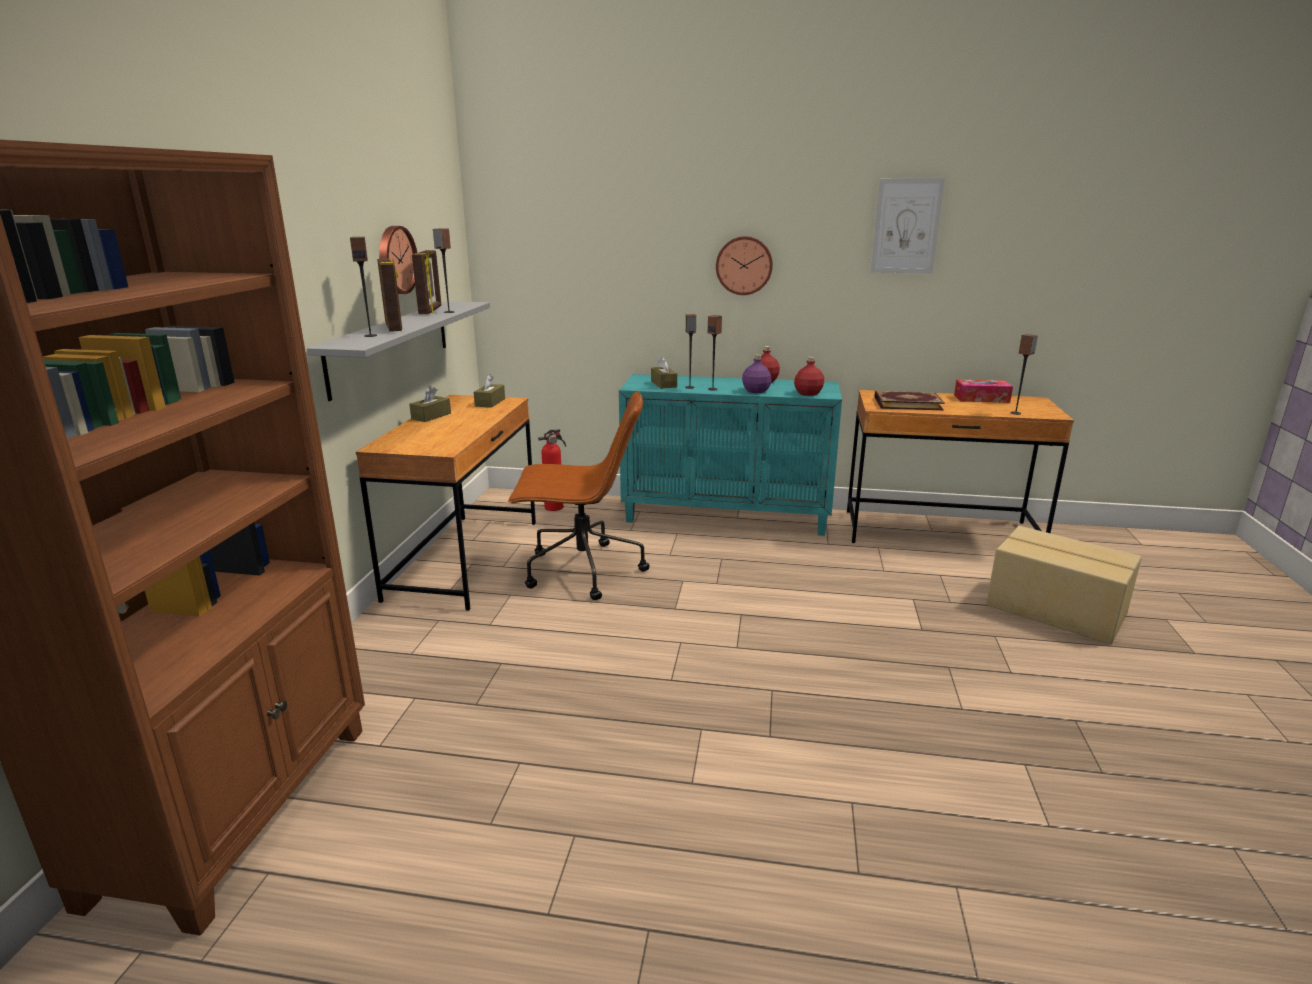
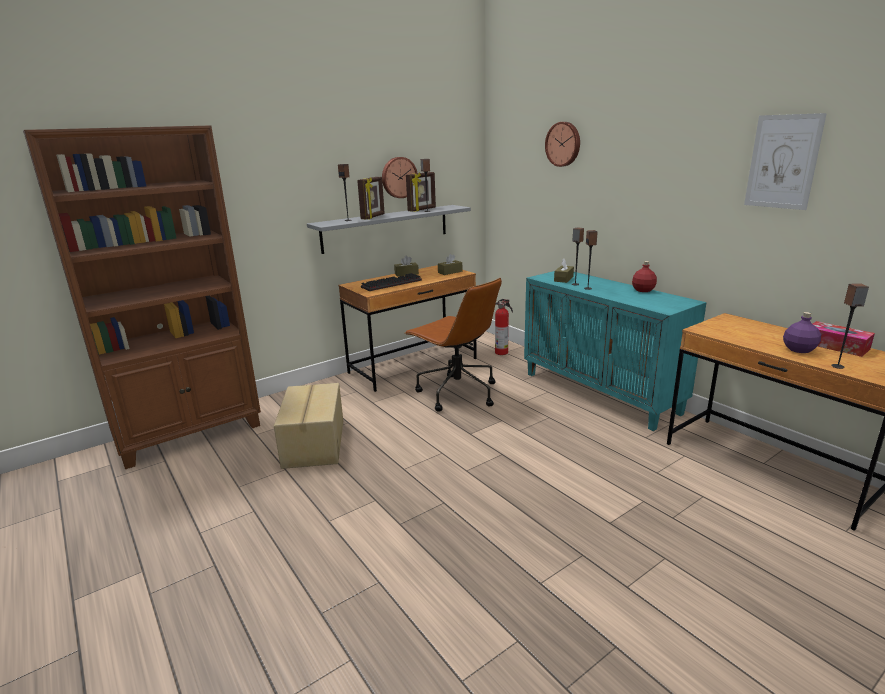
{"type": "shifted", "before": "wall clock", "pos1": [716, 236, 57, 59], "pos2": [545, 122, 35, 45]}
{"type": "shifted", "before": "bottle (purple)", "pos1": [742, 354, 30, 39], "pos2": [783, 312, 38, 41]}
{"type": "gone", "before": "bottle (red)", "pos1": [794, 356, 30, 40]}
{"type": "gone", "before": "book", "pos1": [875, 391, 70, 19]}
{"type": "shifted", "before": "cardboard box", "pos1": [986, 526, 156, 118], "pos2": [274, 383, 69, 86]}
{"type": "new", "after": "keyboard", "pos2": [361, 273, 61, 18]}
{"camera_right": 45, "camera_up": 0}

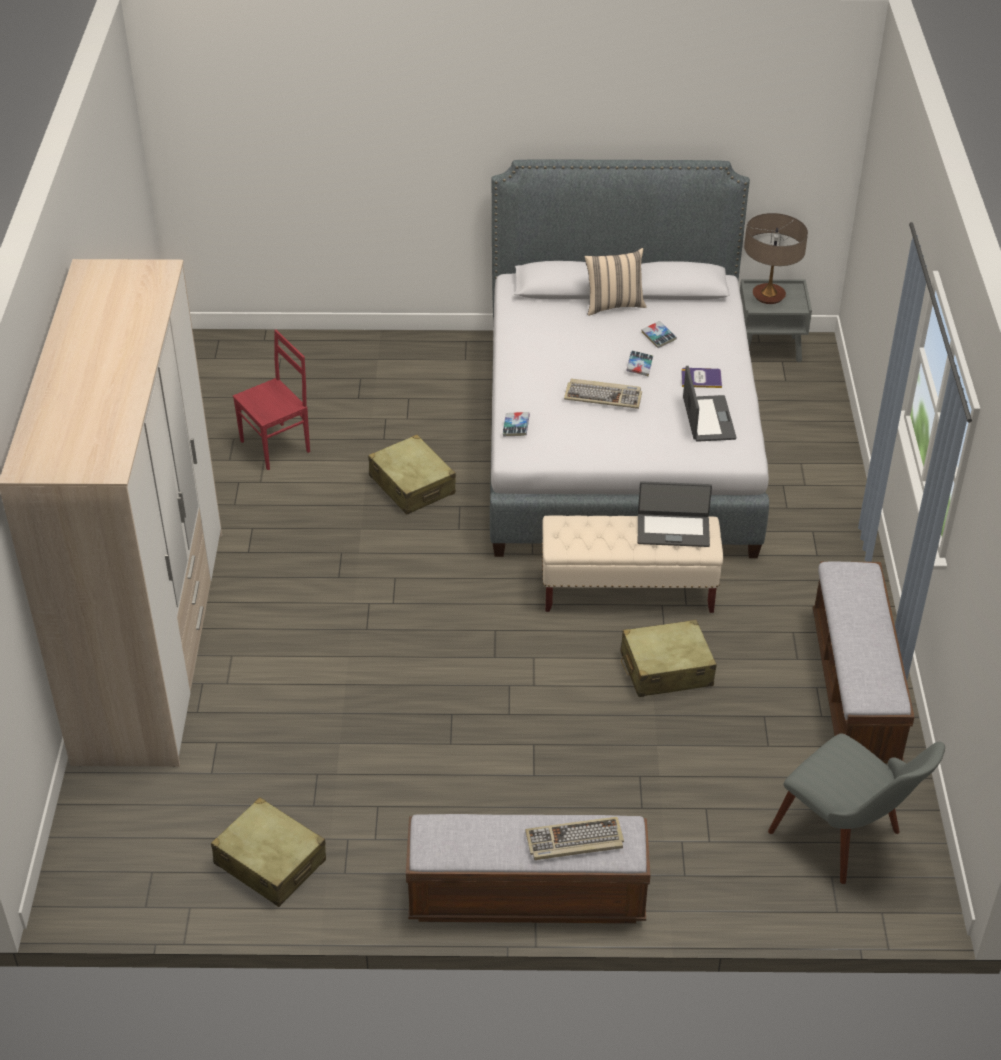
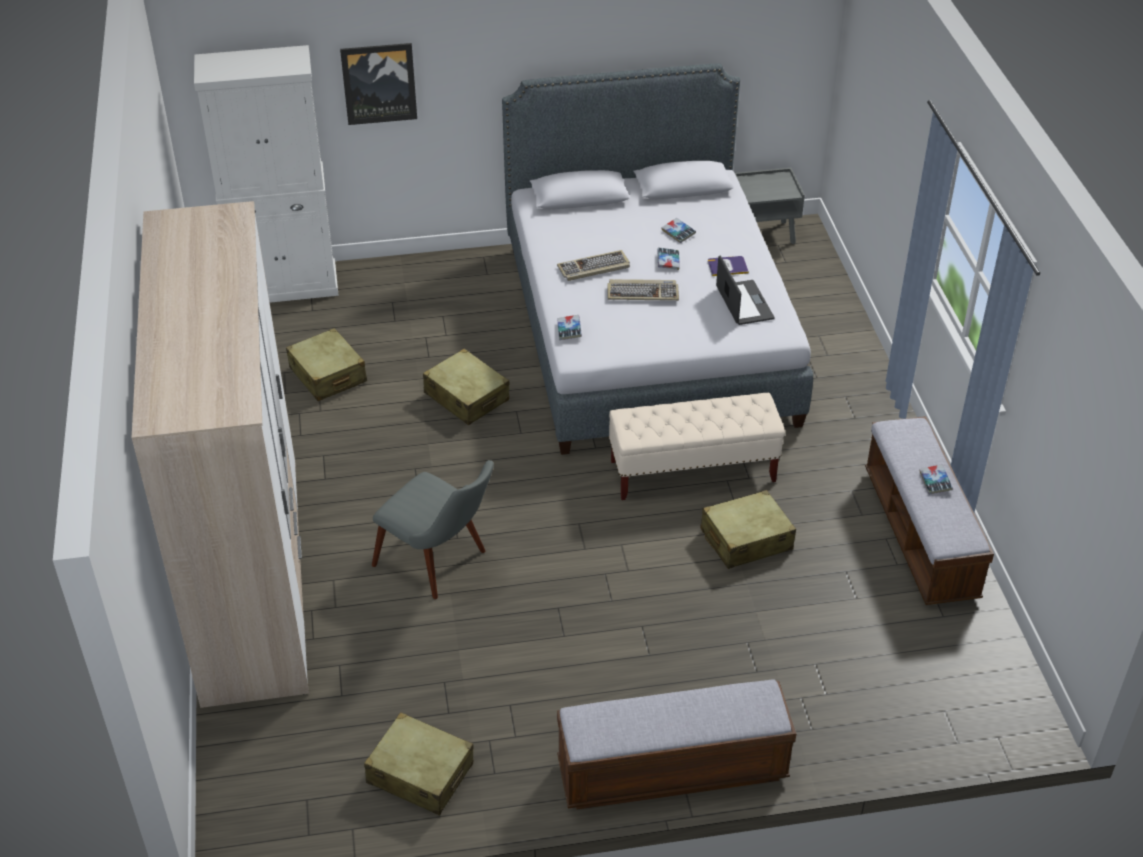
{"type": "gone", "before": "table lamp", "pos1": [744, 213, 64, 91]}
{"type": "gone", "before": "pillow (beige)", "pos1": [584, 248, 63, 68]}
{"type": "swapped", "before": "chair (red)", "after": "suitcase (beige)", "pos1": [233, 330, 77, 140], "pos2": [286, 328, 81, 73]}
{"type": "gone", "before": "laptop", "pos1": [638, 481, 74, 66]}
{"type": "shifted", "before": "chair (grey)", "pos1": [768, 733, 177, 151], "pos2": [372, 460, 122, 139]}
{"type": "shifted", "before": "keyboard", "pos1": [525, 817, 99, 43], "pos2": [557, 250, 73, 31]}
{"type": "new", "after": "picture", "pos2": [340, 43, 77, 82]}
{"type": "new", "after": "cabinet (white)", "pos2": [194, 45, 145, 258]}
{"type": "new", "after": "book", "pos2": [920, 464, 33, 31]}
{"camera_right": -10, "camera_up": 0}

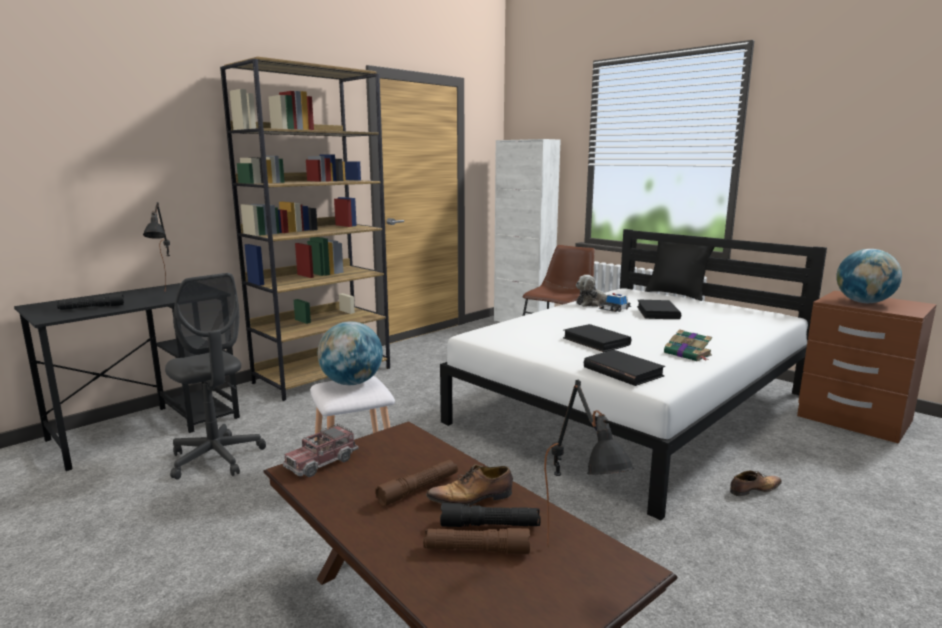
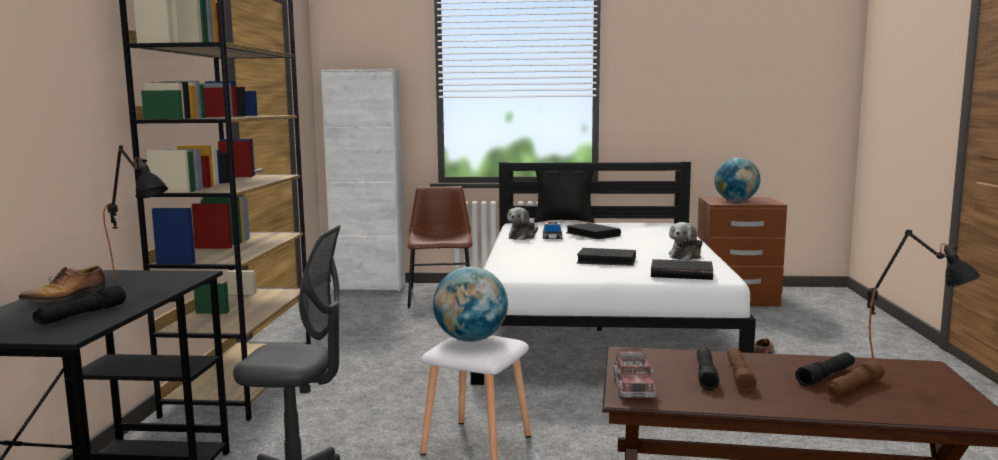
{"type": "swapped", "before": "book", "after": "plush toy", "pos1": [664, 329, 48, 33], "pos2": [669, 222, 34, 39]}
{"type": "shifted", "before": "shoe", "pos1": [426, 464, 87, 42], "pos2": [18, 266, 87, 36]}
{"type": "new", "after": "flashlight (black)", "pos2": [697, 347, 22, 43]}
{"camera_right": -40, "camera_up": -5}

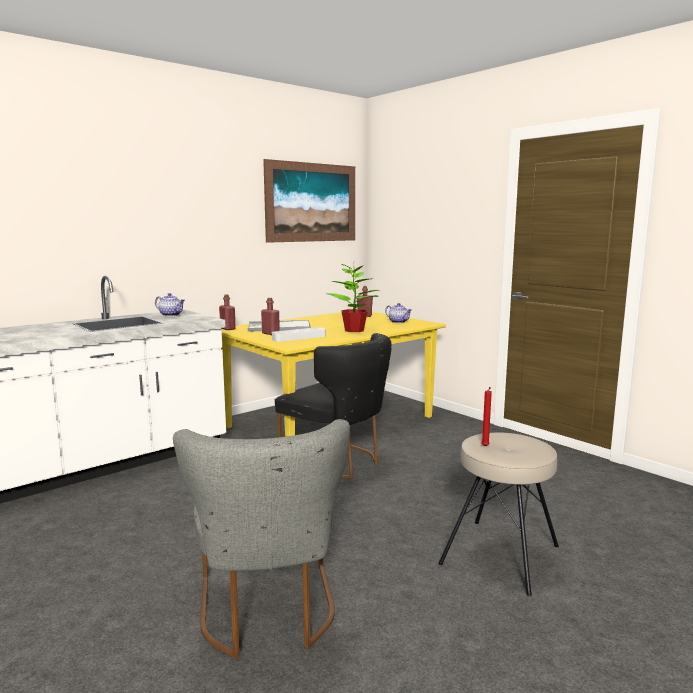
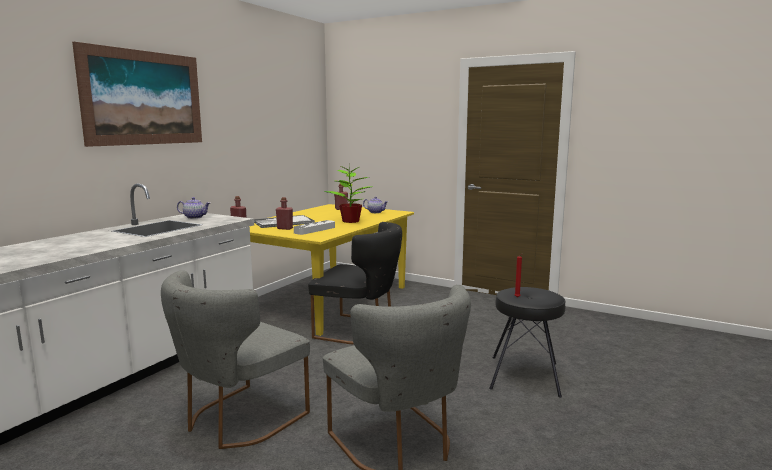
{"type": "shifted", "before": "picture", "pos1": [263, 159, 92, 84], "pos2": [72, 42, 130, 105]}
{"type": "repainted", "before": "stool (beige)", "after": "stool (black)", "pos1": [438, 432, 121, 164], "pos2": [489, 287, 76, 111]}
{"type": "new", "after": "chair (grey)", "pos2": [161, 270, 149, 179]}
{"camera_right": -20, "camera_up": 0}

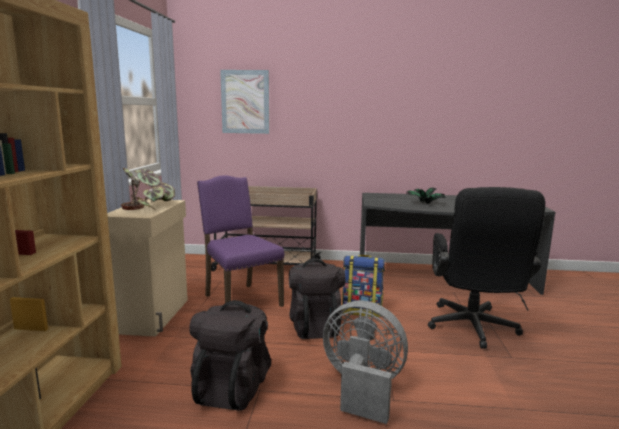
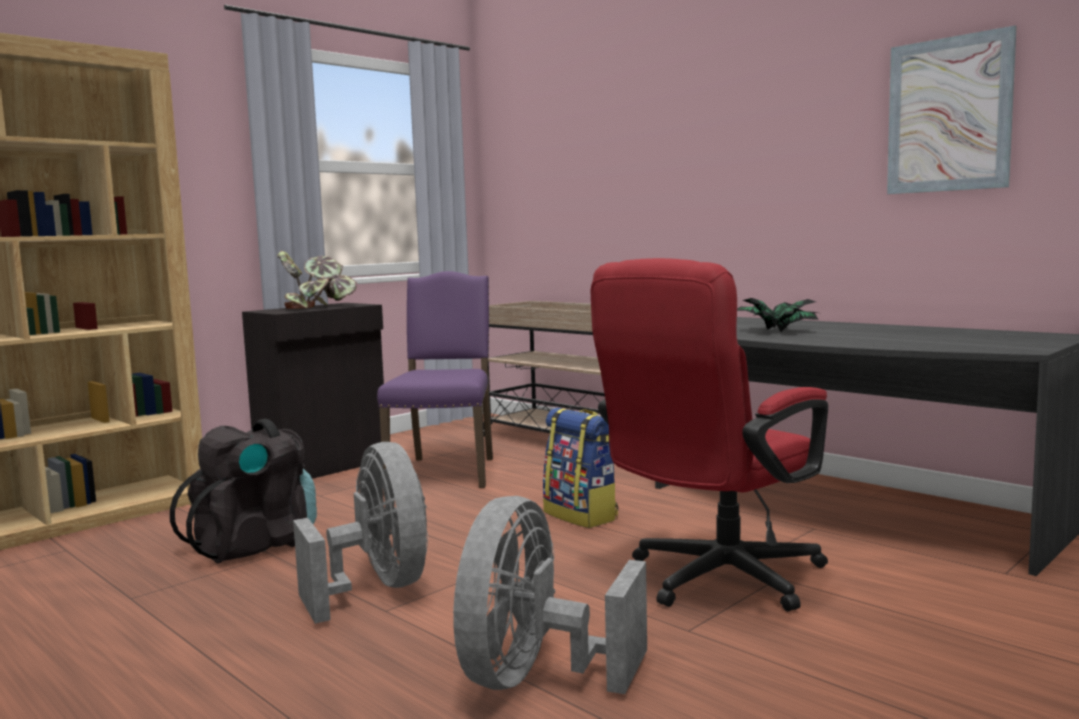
{"type": "shifted", "before": "picture", "pos1": [220, 70, 49, 64], "pos2": [887, 25, 130, 169]}
{"type": "repainted", "before": "office chair (black)", "after": "office chair (red)", "pos1": [428, 187, 117, 162], "pos2": [591, 258, 237, 354]}
{"type": "repainted", "before": "cabinet (beige)", "after": "cabinet (black)", "pos1": [107, 199, 81, 138], "pos2": [242, 303, 142, 176]}
{"type": "gone", "before": "backpack (black)", "pos1": [289, 258, 56, 81]}
{"type": "new", "after": "fan (grey)", "pos2": [453, 496, 194, 198]}
{"camera_right": 40, "camera_up": -5}

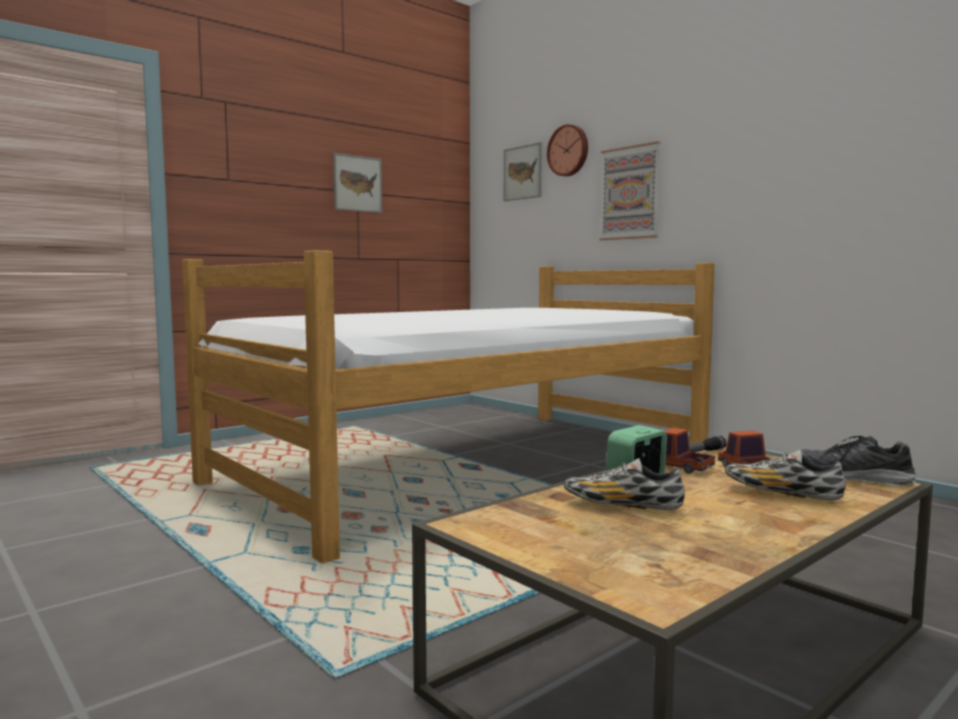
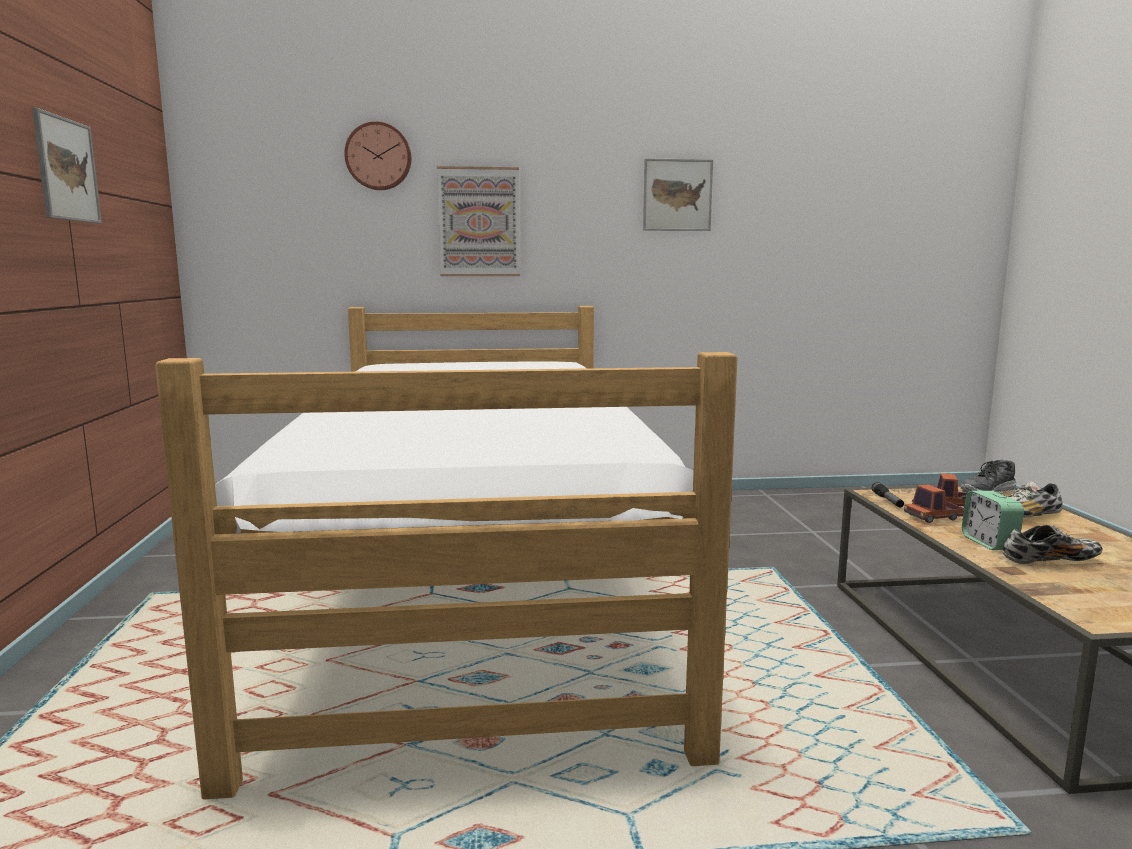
{"type": "shifted", "before": "picture", "pos1": [504, 142, 38, 59], "pos2": [643, 158, 70, 73]}
{"type": "rotated", "before": "shoe", "pos1": [563, 458, 122, 52], "pos2": [1003, 525, 100, 39], "turn": -150}
{"camera_right": -55, "camera_up": 5}

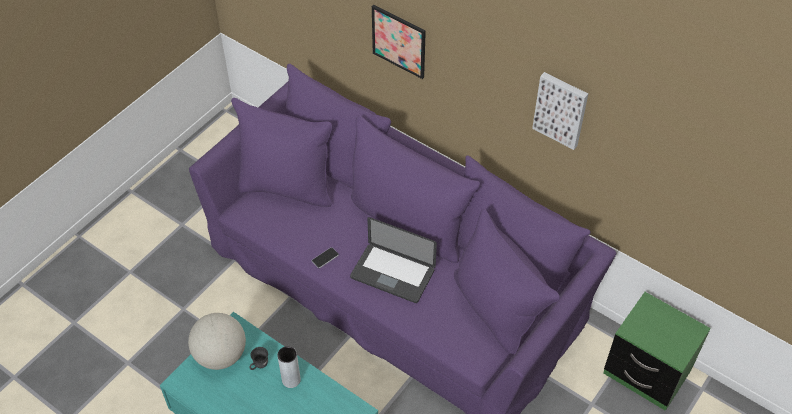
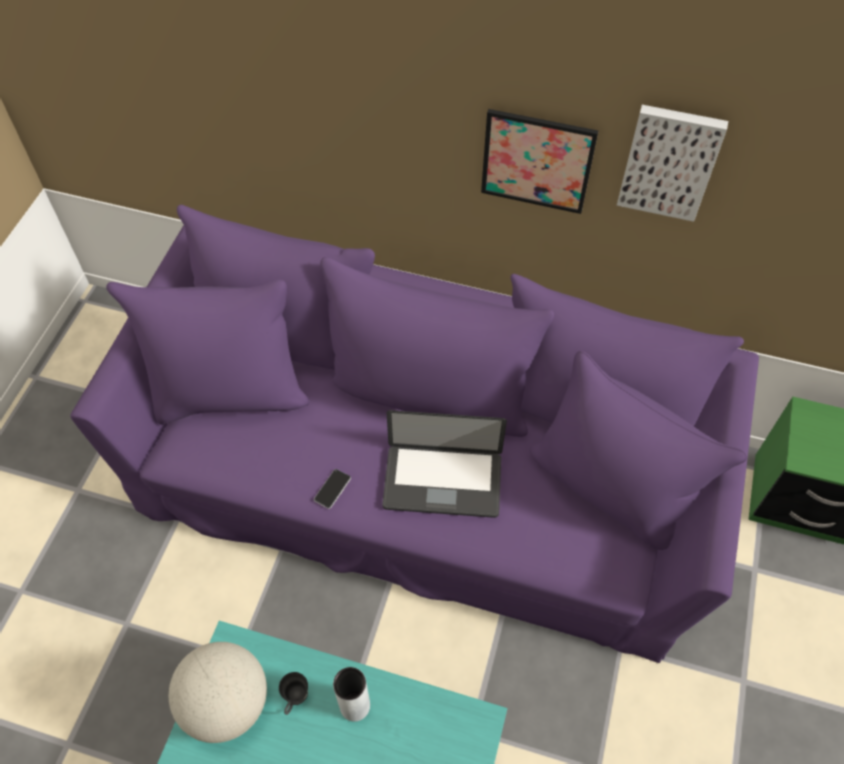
{"type": "shifted", "before": "picture", "pos1": [372, 5, 54, 74], "pos2": [481, 109, 117, 105]}
{"camera_right": -20, "camera_up": 5}

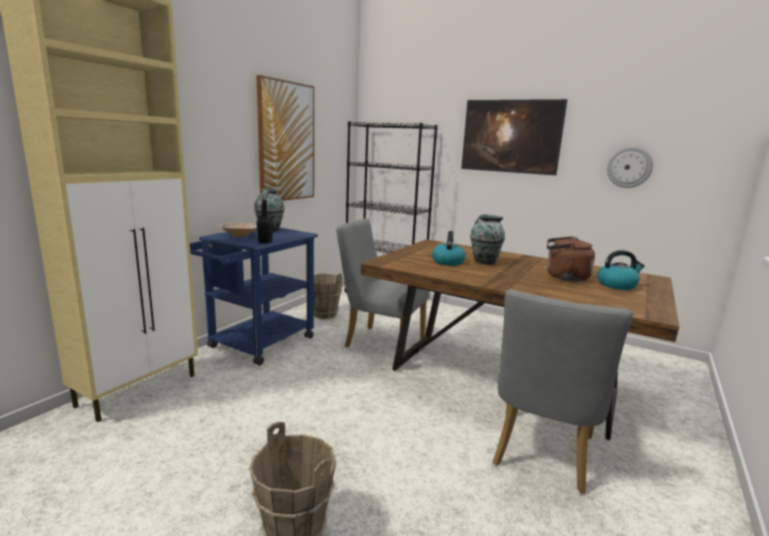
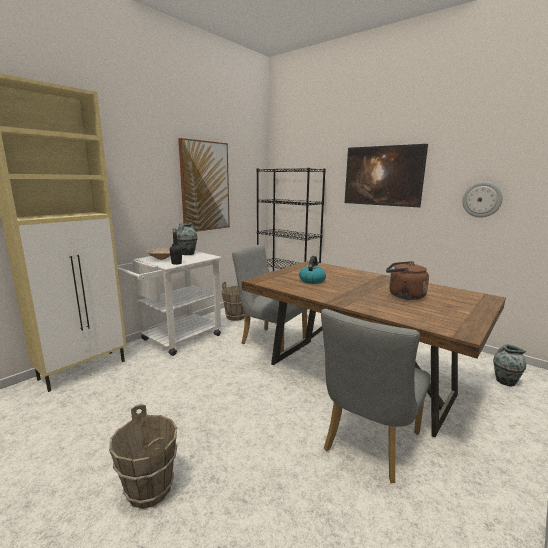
{"type": "shifted", "before": "vase", "pos1": [470, 214, 35, 51], "pos2": [493, 344, 33, 42]}
{"type": "repainted", "before": "cart (blue)", "after": "cart (white)", "pos1": [190, 228, 128, 138], "pos2": [117, 251, 105, 105]}
{"type": "gone", "before": "kettle", "pos1": [597, 250, 48, 40]}
{"camera_right": 10, "camera_up": 0}

